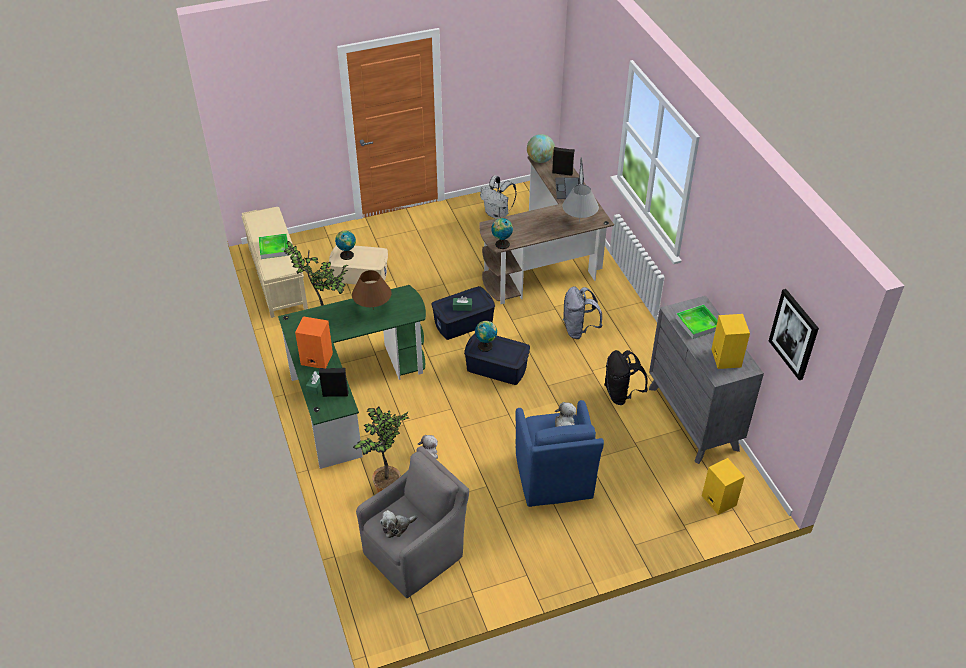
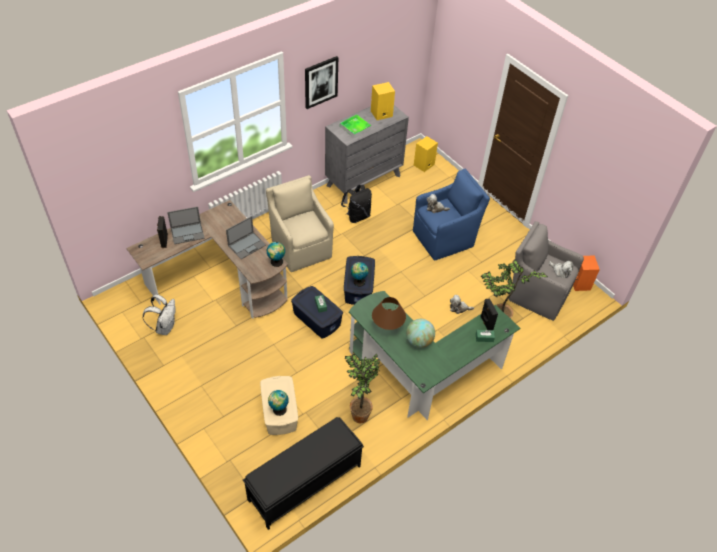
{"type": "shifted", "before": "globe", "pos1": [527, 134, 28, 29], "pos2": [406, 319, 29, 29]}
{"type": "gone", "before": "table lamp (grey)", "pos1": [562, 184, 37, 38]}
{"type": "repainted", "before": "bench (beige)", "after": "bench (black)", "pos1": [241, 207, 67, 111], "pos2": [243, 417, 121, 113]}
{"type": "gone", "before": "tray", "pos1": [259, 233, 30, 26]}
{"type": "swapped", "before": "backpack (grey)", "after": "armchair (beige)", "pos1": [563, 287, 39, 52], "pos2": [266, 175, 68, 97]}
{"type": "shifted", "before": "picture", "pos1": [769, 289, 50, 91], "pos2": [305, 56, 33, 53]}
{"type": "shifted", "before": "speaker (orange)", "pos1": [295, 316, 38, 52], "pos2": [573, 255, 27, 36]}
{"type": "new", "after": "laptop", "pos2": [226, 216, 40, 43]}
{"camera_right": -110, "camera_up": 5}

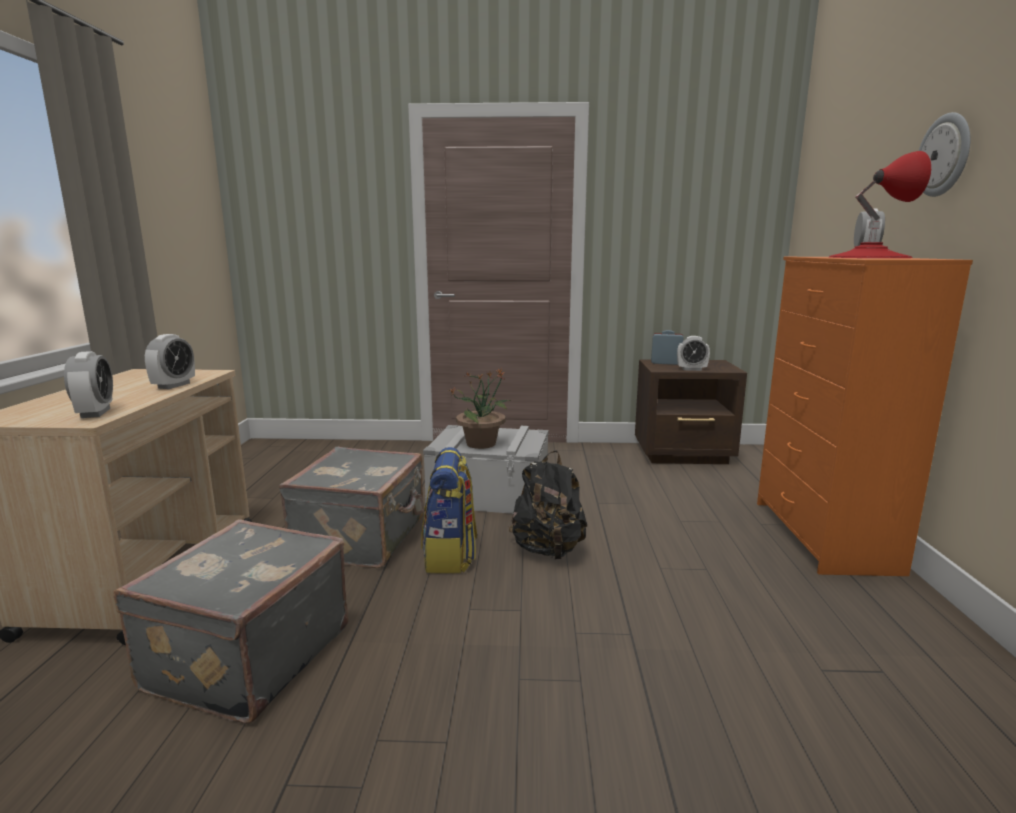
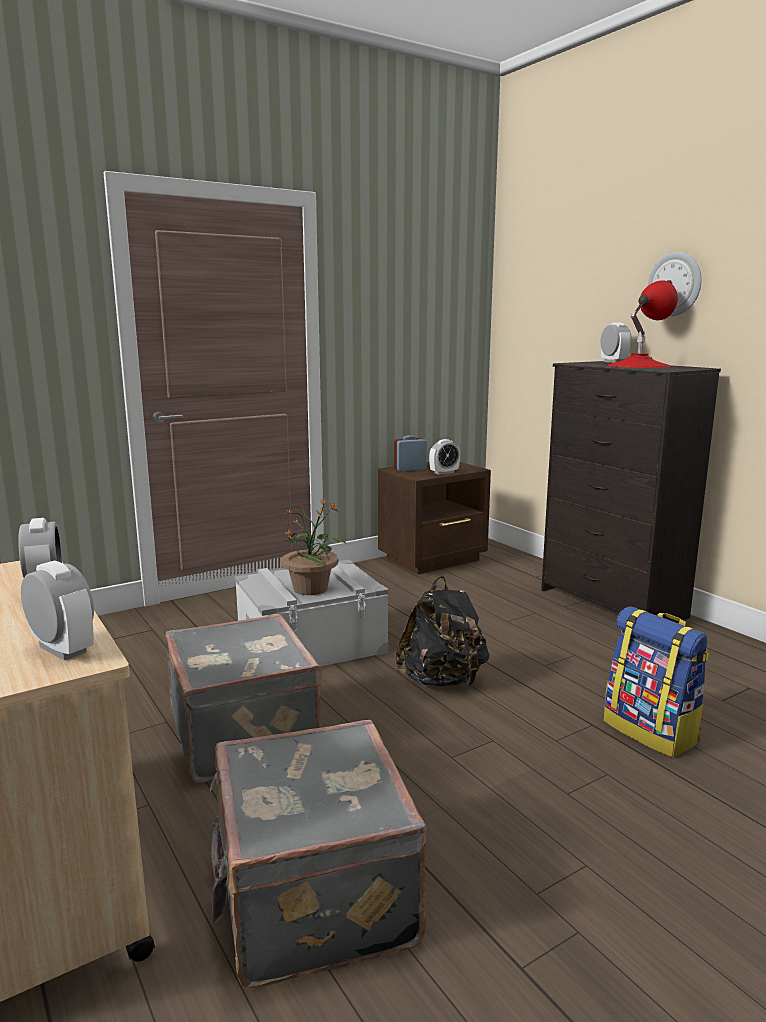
{"type": "repainted", "before": "dresser (orange)", "after": "dresser (black)", "pos1": [757, 257, 216, 319], "pos2": [541, 361, 180, 262]}
{"type": "shifted", "before": "backpack", "pos1": [421, 447, 56, 127], "pos2": [604, 606, 105, 151]}
{"camera_right": -35, "camera_up": 0}

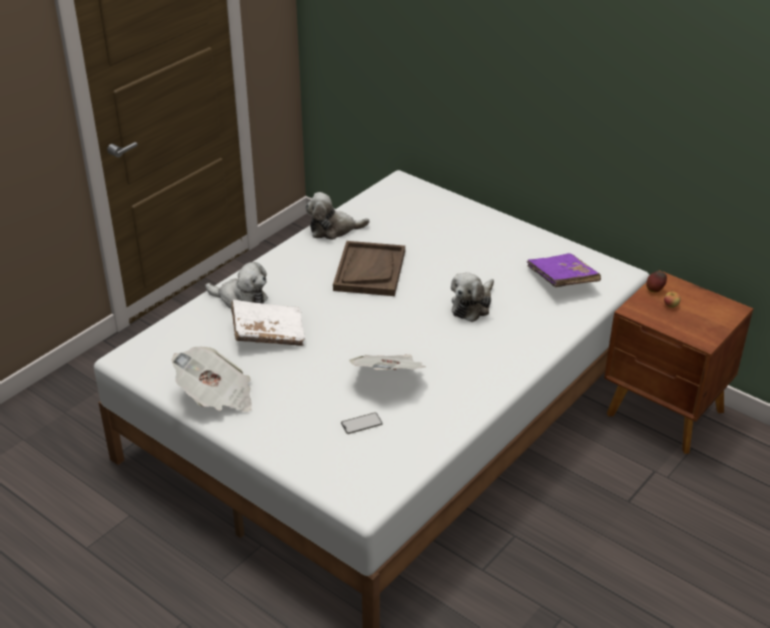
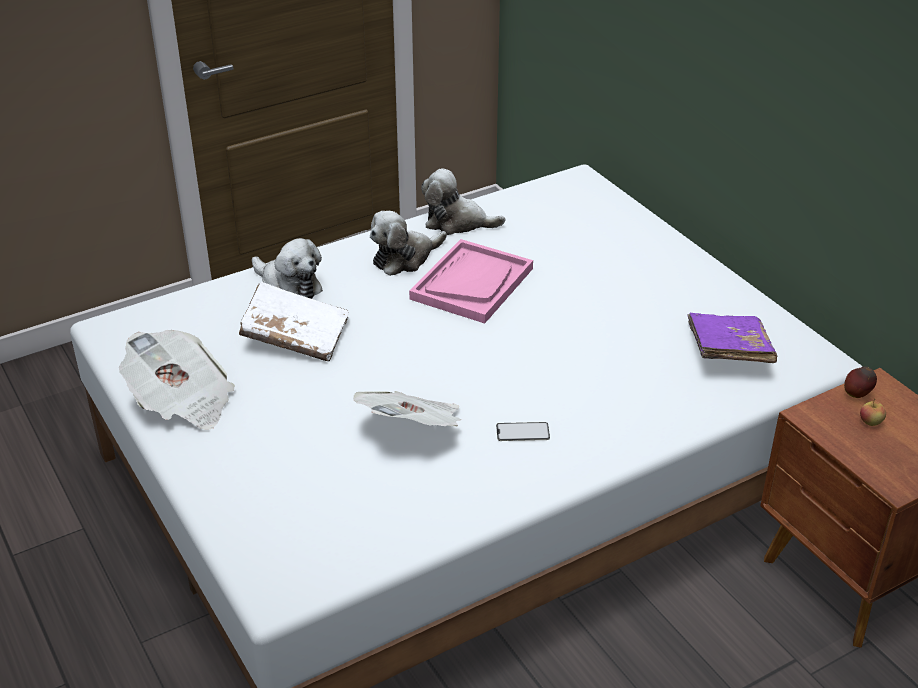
{"type": "repainted", "before": "tray (brown)", "after": "tray (pink)", "pos1": [333, 241, 72, 55], "pos2": [409, 239, 124, 84]}
{"type": "shifted", "before": "plush toy", "pos1": [451, 273, 43, 49], "pos2": [370, 211, 77, 65]}
{"type": "shifted", "before": "phone", "pos1": [341, 412, 42, 22], "pos2": [496, 422, 54, 19]}
{"camera_right": 20, "camera_up": 0}

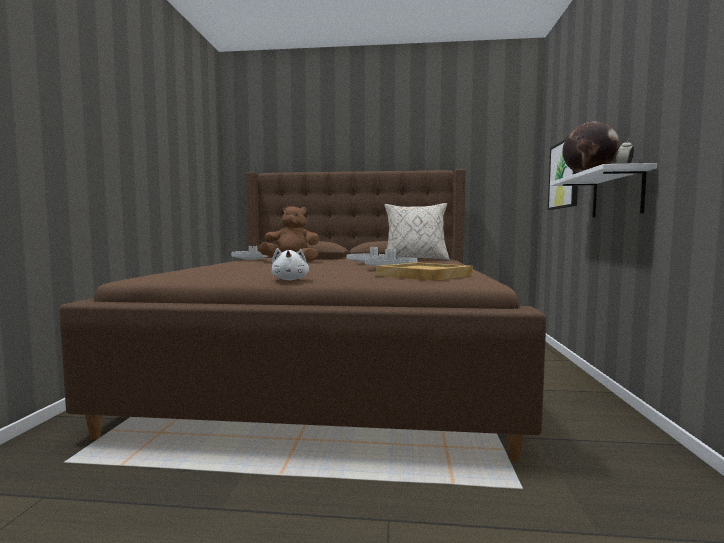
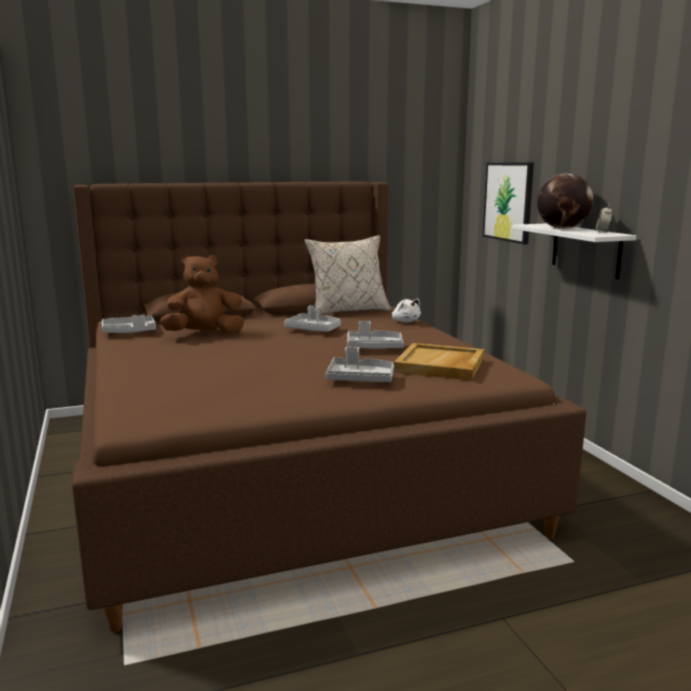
{"type": "shifted", "before": "plush toy (white)", "pos1": [272, 248, 37, 32], "pos2": [392, 298, 29, 25]}
{"type": "new", "after": "tray (grey)", "pos2": [326, 347, 68, 35]}
{"camera_right": -25, "camera_up": 10}

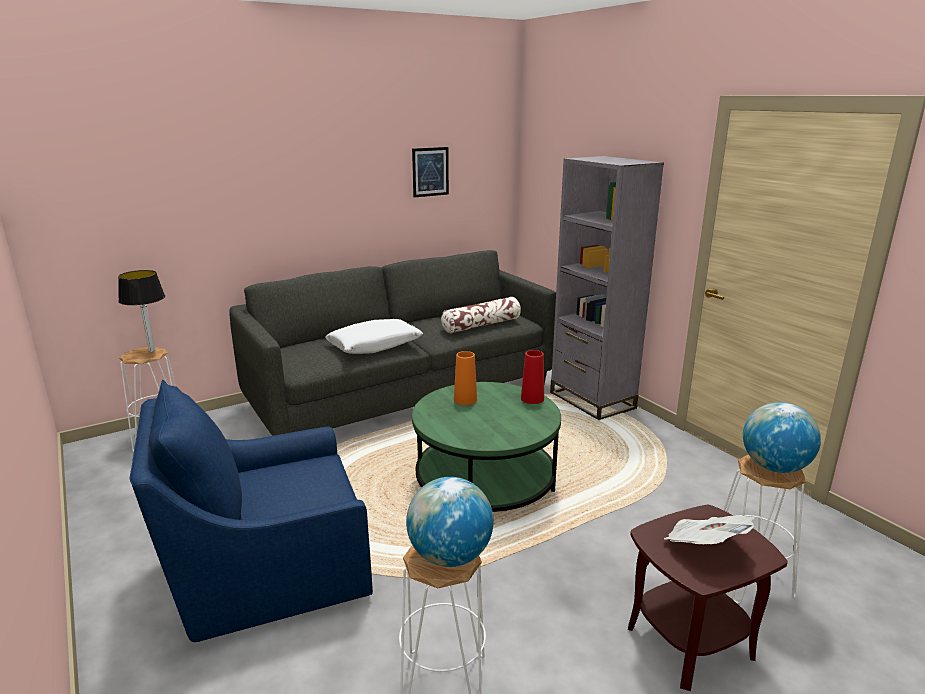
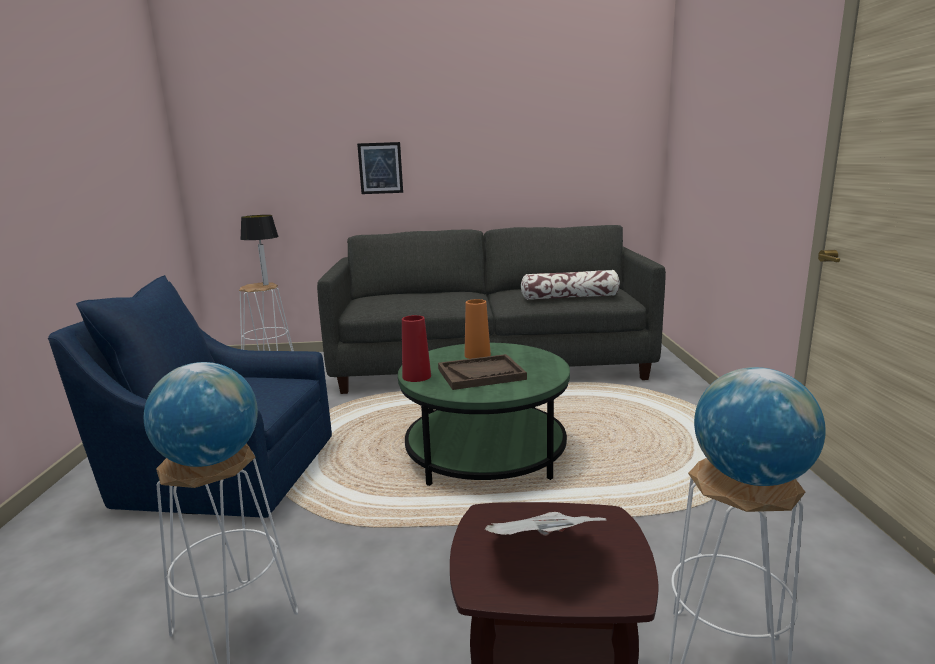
{"type": "shifted", "before": "picture", "pos1": [412, 147, 37, 50], "pos2": [357, 142, 46, 52]}
{"type": "gone", "before": "bookcase (grey)", "pos1": [550, 156, 114, 264]}
{"type": "gone", "before": "pillow (white)", "pos1": [325, 319, 98, 35]}
{"type": "shifted", "before": "vase (red)", "pos1": [521, 350, 23, 54], "pos2": [402, 315, 29, 67]}
{"type": "new", "after": "tray (brown)", "pos2": [438, 354, 89, 36]}
{"camera_right": 30, "camera_up": -5}

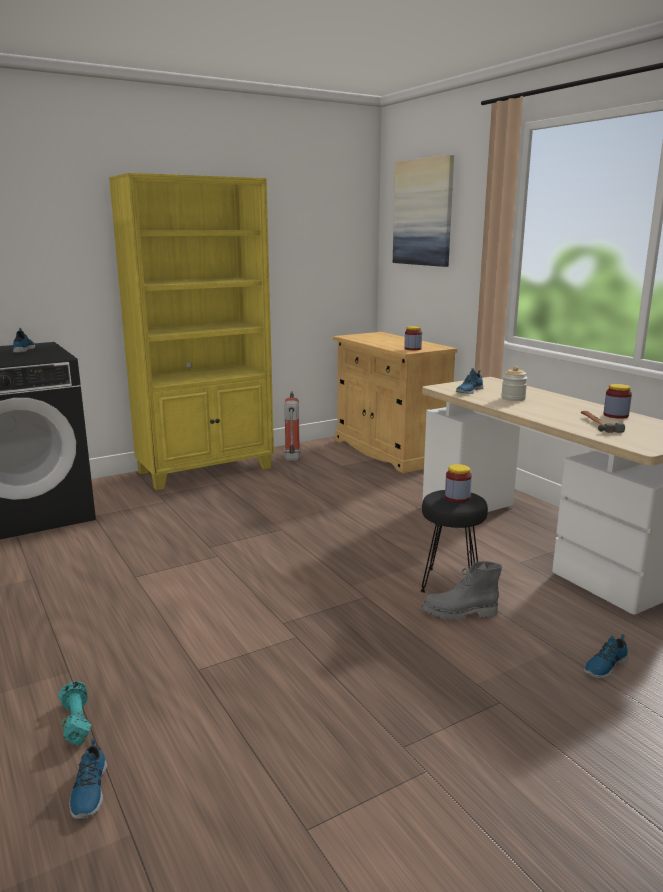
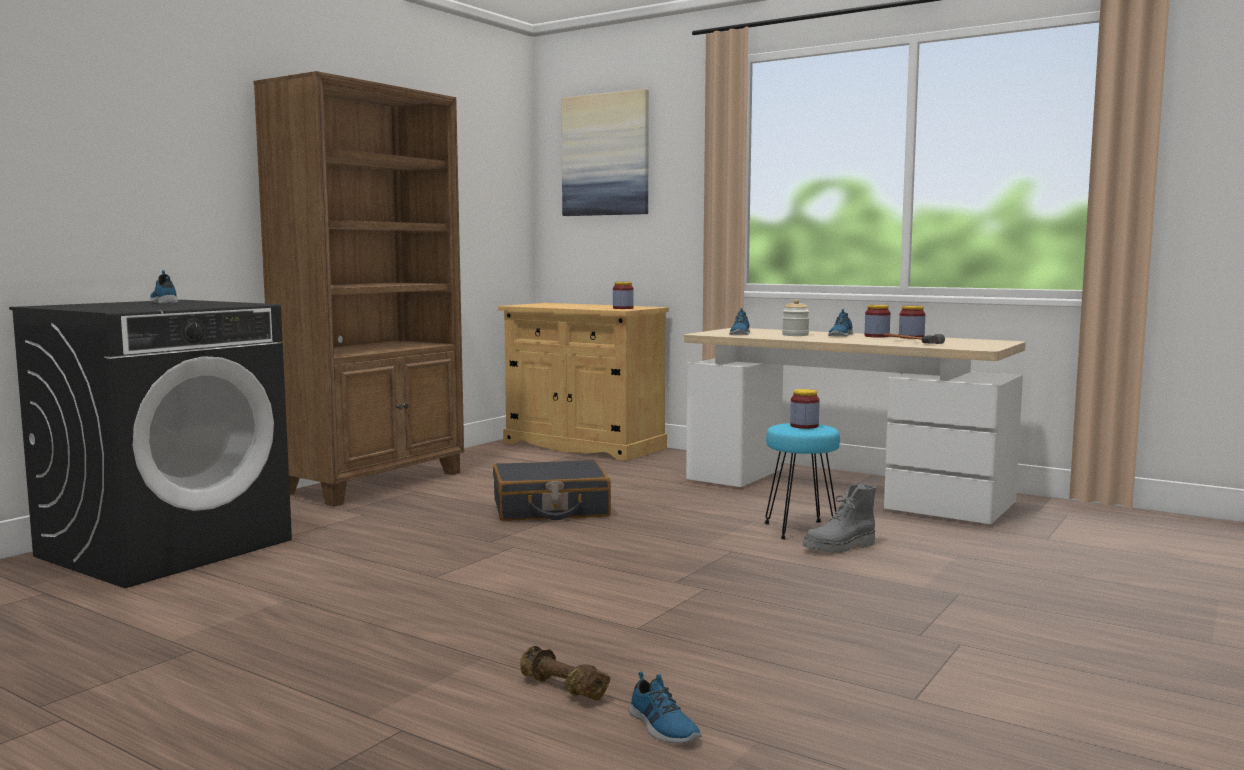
{"type": "repainted", "before": "bookcase (yellow)", "after": "bookcase (brown)", "pos1": [109, 173, 165, 317], "pos2": [253, 71, 211, 436]}
{"type": "gone", "before": "fire extinguisher", "pos1": [284, 391, 17, 70]}
{"type": "repainted", "before": "stool (black)", "after": "stool (turquoise)", "pos1": [421, 490, 67, 103], "pos2": [764, 423, 76, 117]}
{"type": "shifted", "before": "shoe", "pos1": [584, 634, 44, 44], "pos2": [828, 309, 25, 27]}
{"type": "repainted", "before": "dumbbell (turquoise)", "after": "dumbbell (brown)", "pos1": [58, 681, 33, 64], "pos2": [520, 646, 90, 55]}
{"type": "new", "after": "jar", "pos2": [865, 305, 25, 33]}
{"type": "new", "after": "suitcase (black)", "pos2": [493, 460, 118, 61]}
{"camera_right": -25, "camera_up": -10}

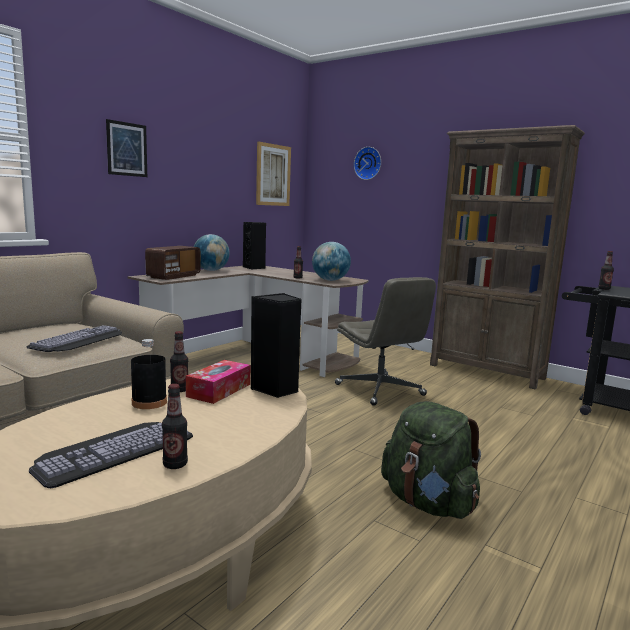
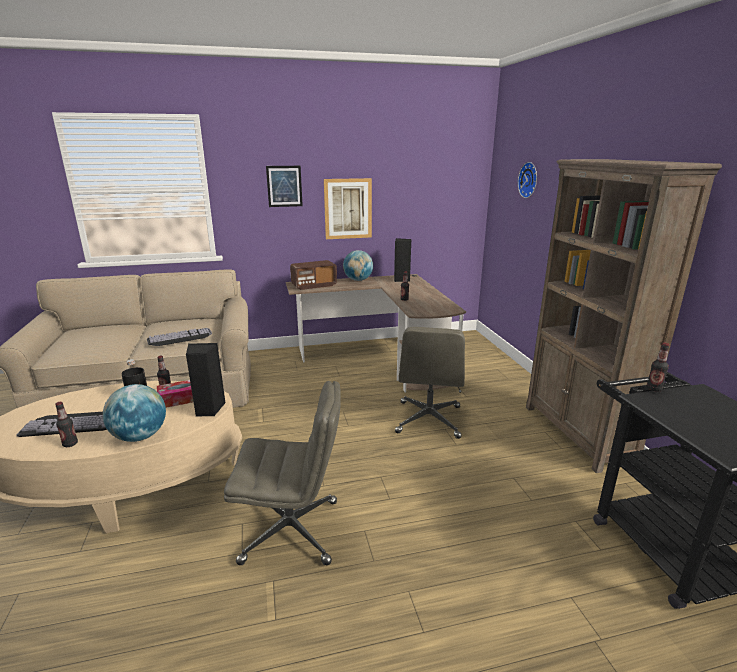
{"type": "shifted", "before": "picture", "pos1": [256, 141, 35, 65], "pos2": [324, 178, 48, 61]}
{"type": "shifted", "before": "globe", "pos1": [312, 242, 39, 39], "pos2": [103, 384, 63, 58]}
{"type": "swapped", "before": "backpack (green)", "after": "office chair (grey)", "pos1": [381, 401, 100, 118], "pos2": [224, 381, 117, 184]}
{"camera_right": 40, "camera_up": 10}

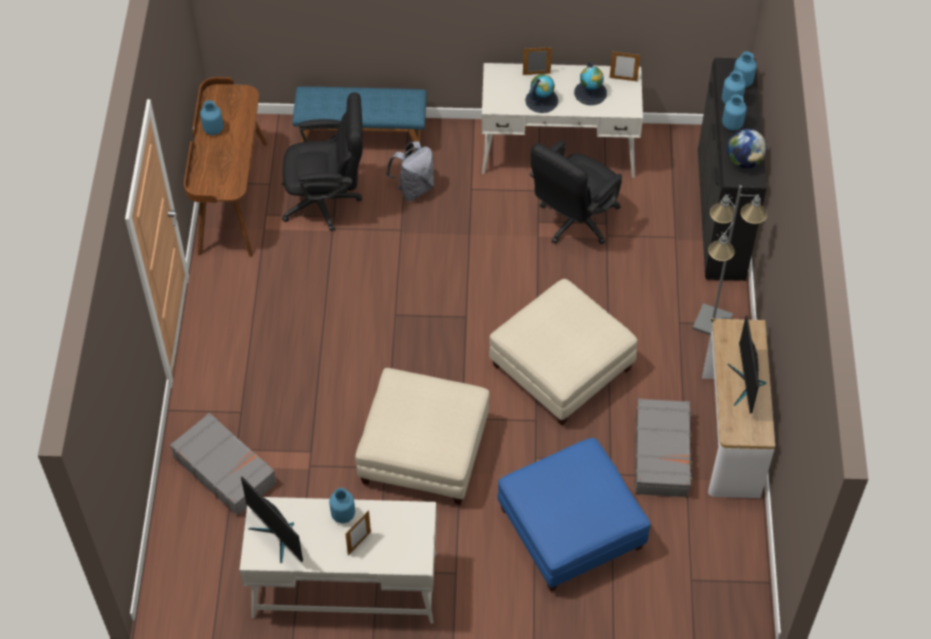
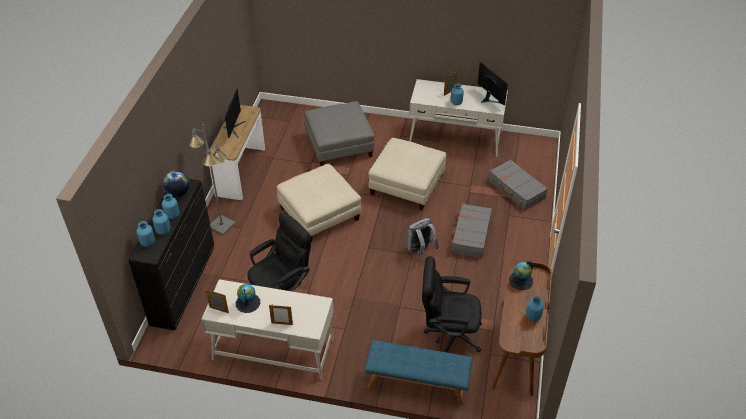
{"type": "shifted", "before": "globe", "pos1": [525, 74, 33, 39], "pos2": [509, 261, 24, 29]}
{"type": "shifted", "before": "backpack (grey)", "pos1": [386, 141, 48, 60], "pos2": [408, 218, 31, 39]}
{"type": "shifted", "before": "suitcase (grey)", "pos1": [634, 398, 59, 99], "pos2": [450, 203, 42, 55]}
{"type": "repainted", "before": "ottoman (blue)", "after": "ottoman (grey)", "pos1": [498, 438, 152, 154], "pos2": [304, 101, 70, 65]}
{"camera_right": -170, "camera_up": -10}

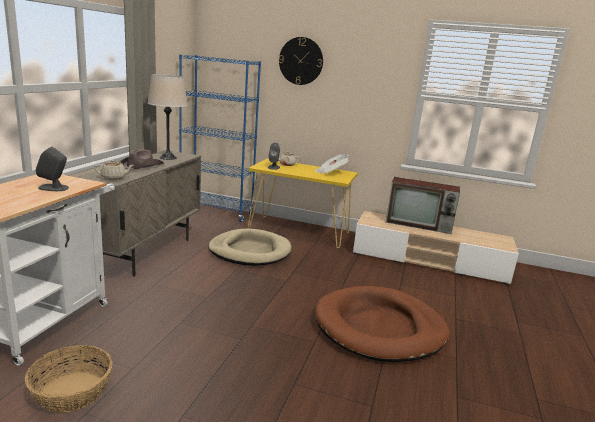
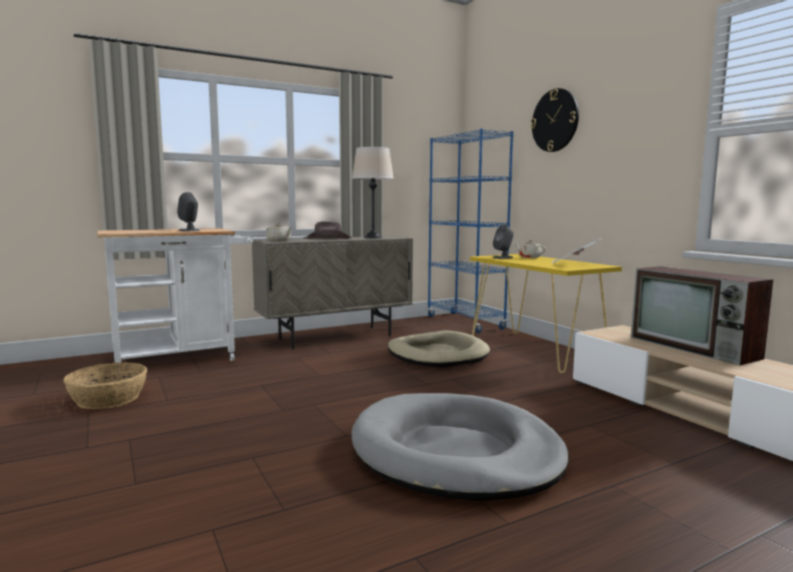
{"type": "repainted", "before": "dog bed (brown)", "after": "dog bed (grey)", "pos1": [315, 286, 135, 76], "pos2": [352, 393, 217, 108]}
{"camera_right": 45, "camera_up": -10}

